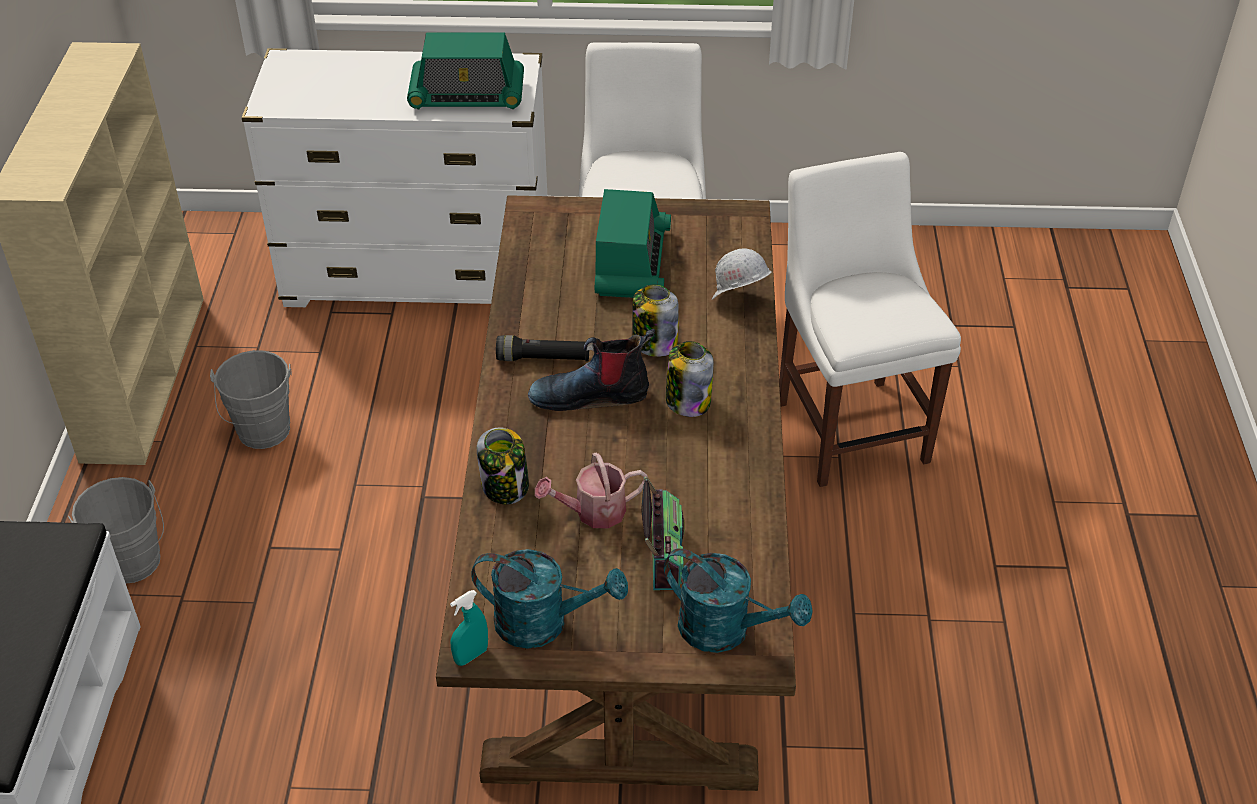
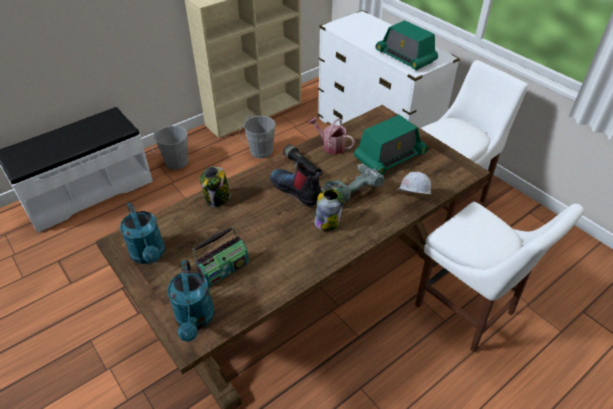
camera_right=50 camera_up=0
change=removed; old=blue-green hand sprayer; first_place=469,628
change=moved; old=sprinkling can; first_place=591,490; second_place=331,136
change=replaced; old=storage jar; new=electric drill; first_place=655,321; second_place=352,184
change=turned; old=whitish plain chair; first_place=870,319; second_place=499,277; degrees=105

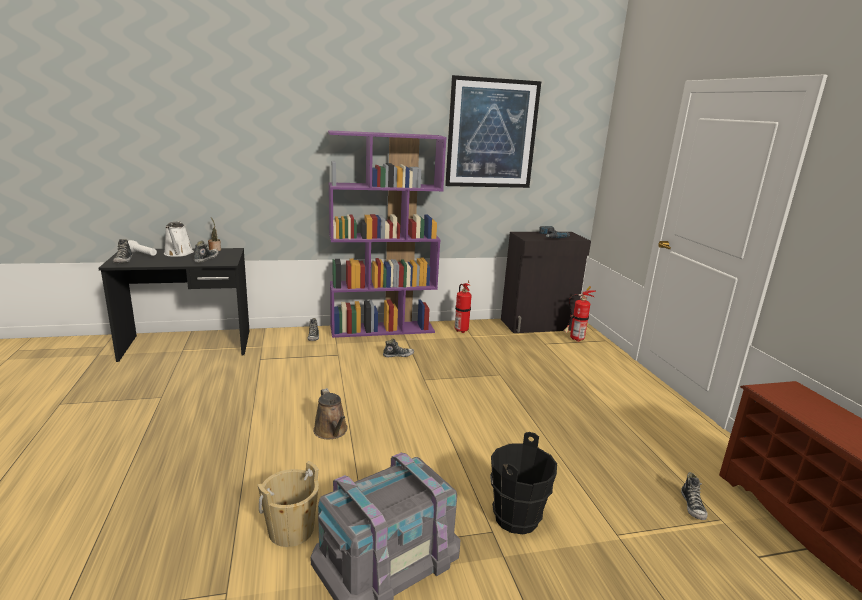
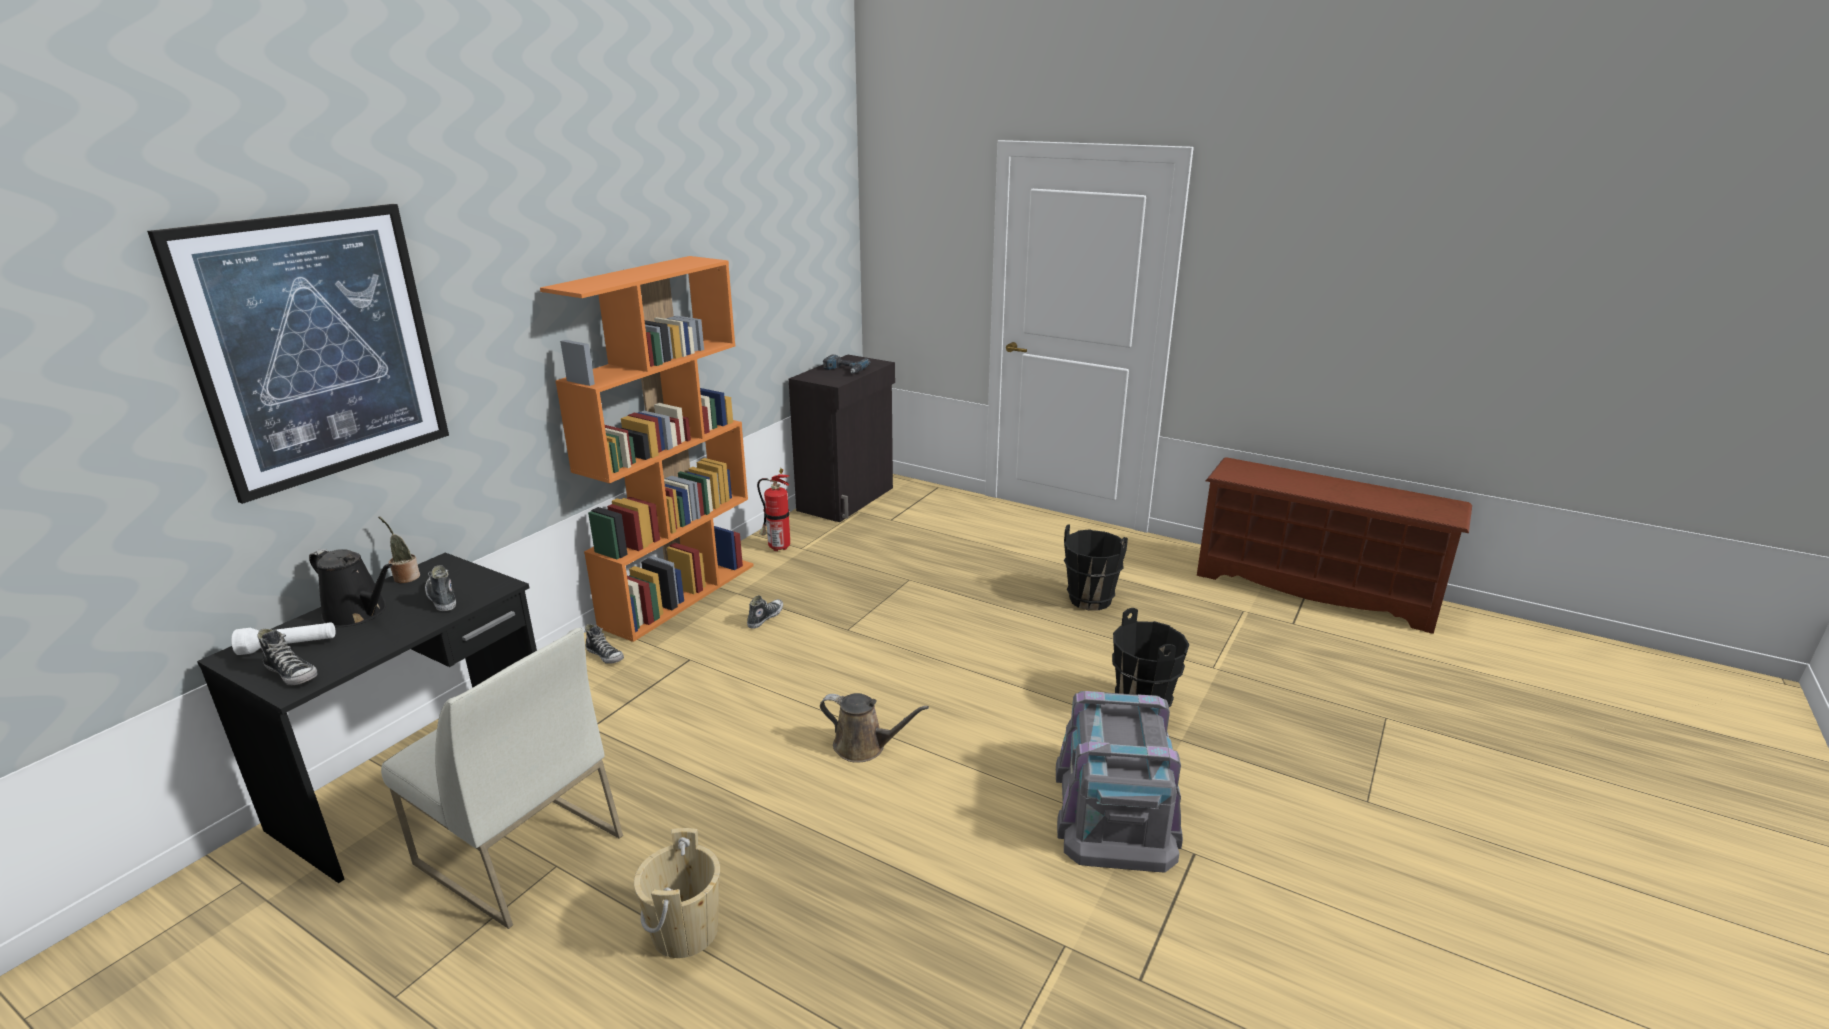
camera_right=-45 camera_up=5
change=removed; old=fire extinguisher; first_place=580,314
change=removed; old=low shoe; first_place=694,496
change=added; new=whitish plain chair; second_place=502,778
change=added; new=black-coloured bucket; second_place=1096,567
change=moved; old=beige bucket; first_place=288,504; second_place=677,893
change=moved; old=picture; first_place=493,131; second_place=298,354
change=recoloured; old=whitish sprinkling can; new=black-coloured sprinkling can; first_place=179,239; second_place=351,588
change=recoloured; old=purple shelving unit; new=orange shelving unit; first_place=387,234; second_place=647,449

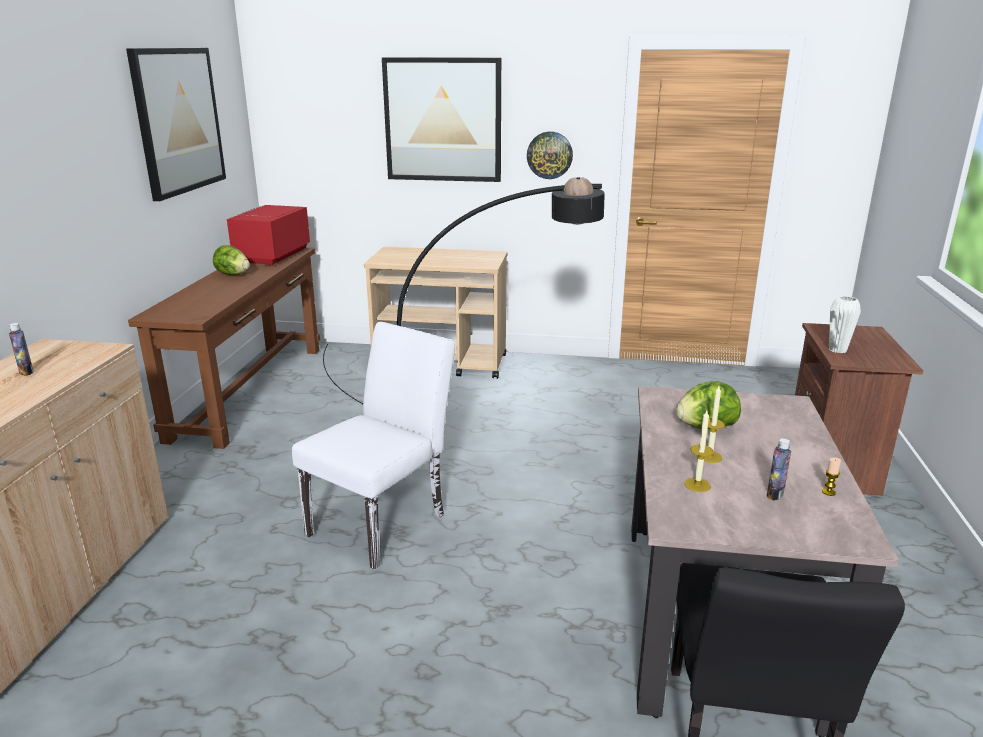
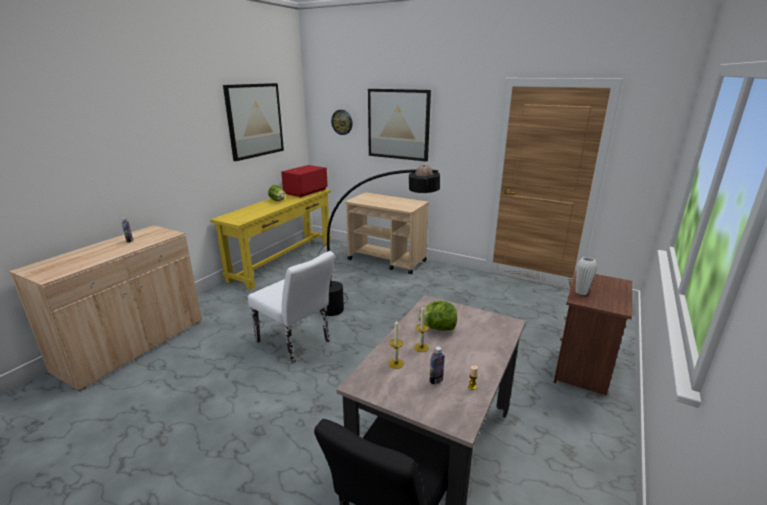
camera_right=20 camera_up=0
change=moved; old=wall clock; first_place=550,155; second_place=342,122
change=recoloured; old=brown-coloured hall table; new=yellow hall table; first_place=224,348; second_place=270,239
change=turned; old=whitish plain chair; first_place=373,445; second_place=291,307; degrees=75

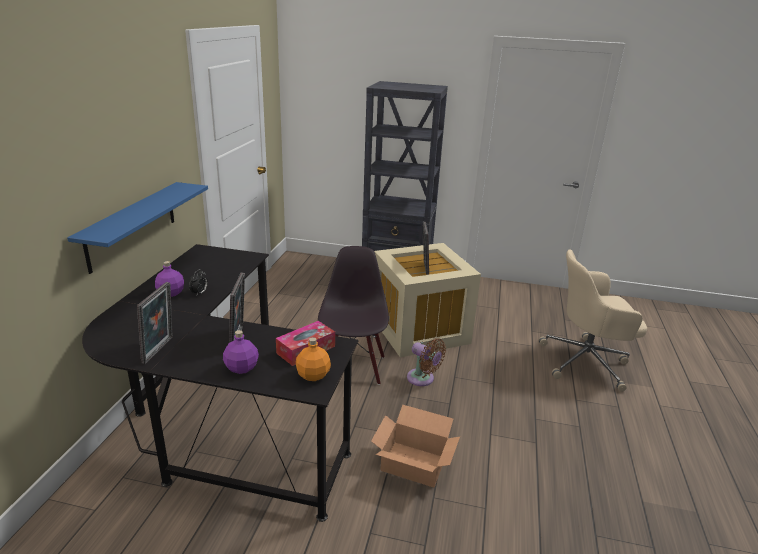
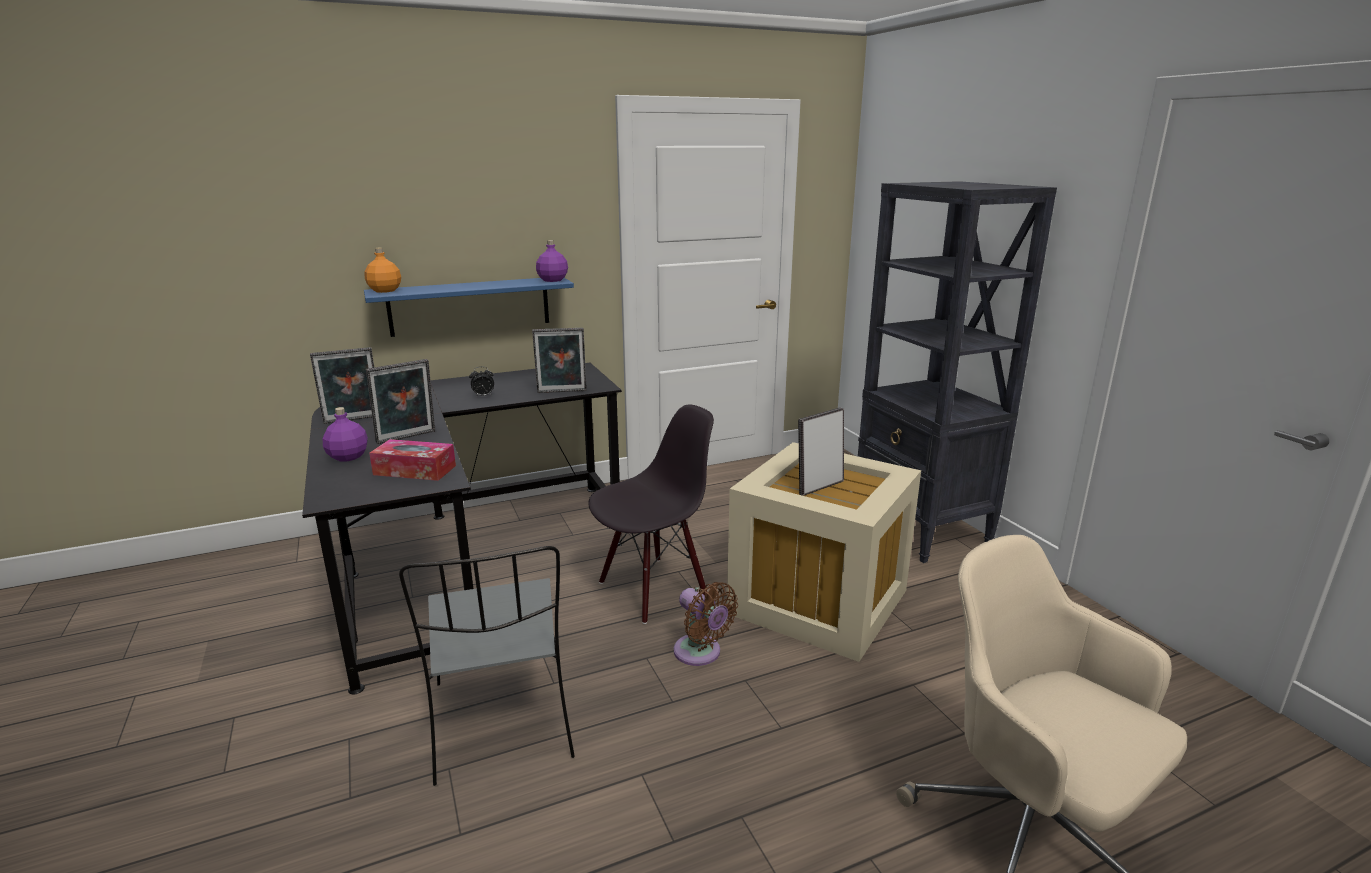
camera_right=55 camera_up=-5
change=added; new=picture frame; second_place=559,360
change=moved; old=purple drink bottle; first_place=169,279; second_place=552,261
change=moved; old=orange drink bottle; first_place=313,359; second_place=382,270
change=replaced; old=carton; new=gray plain chair; first_place=415,446; second_place=487,666
change=turned; old=brown-coloured cooling fan; first_place=426,362; second_place=706,624; degrees=-45

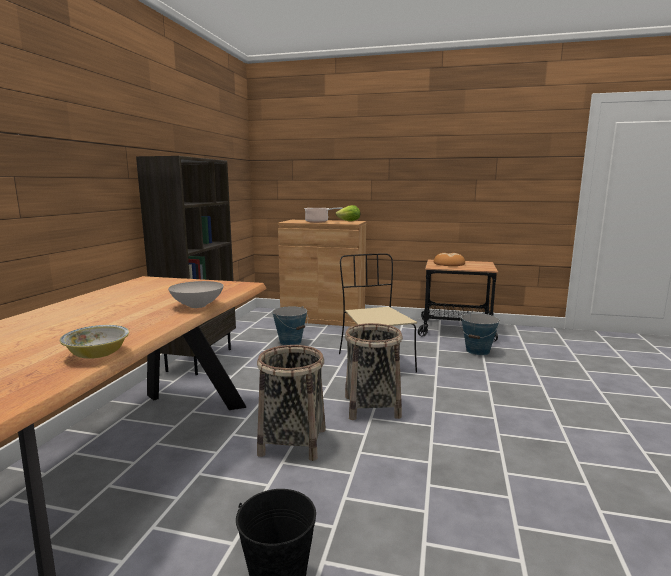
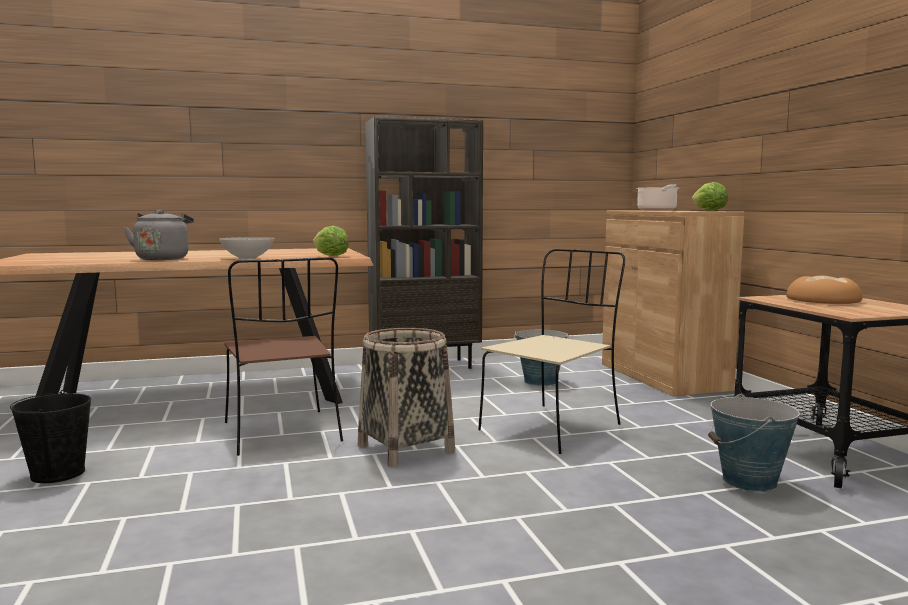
camera_right=60 camera_up=-5
change=removed; old=bowl; first_place=94,342
change=added; new=gray kettle; second_place=159,235
change=added; new=lettuce head; second_place=331,241
change=replaced; old=storage basket; new=brown-coloured plain chair; first_place=291,403; second_place=283,356

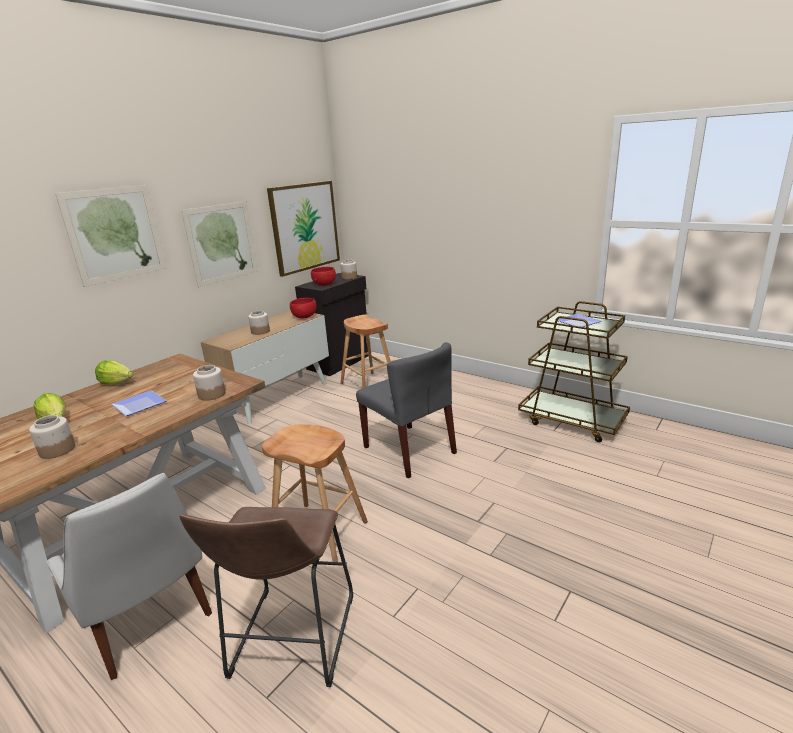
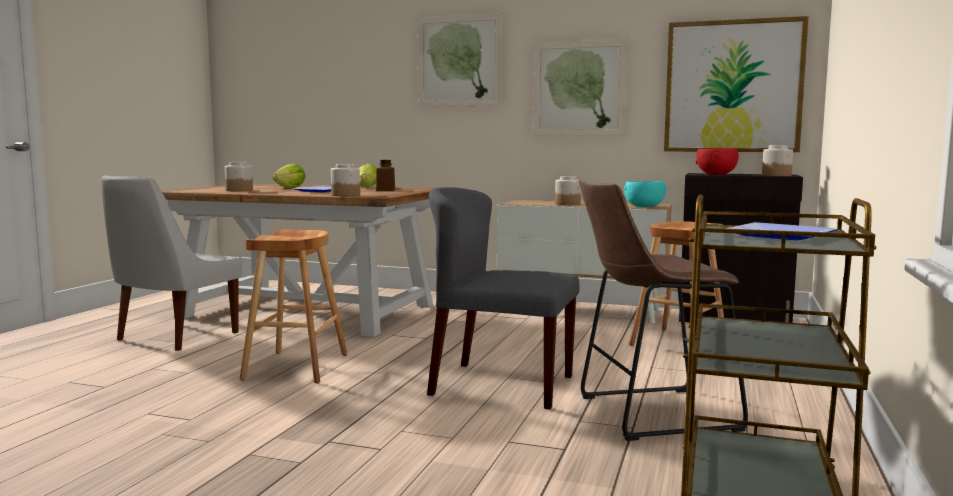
camera_right=70 camera_up=-15
change=added; new=brown-coloured storage jar; second_place=385,175
change=moved; old=brown-coloured stool; first_place=266,597; second_place=663,310
change=recoloured; old=reddish bowl; new=blue-green bowl; first_place=303,308; second_place=645,194
change=turned; old=gray plain chair; first_place=406,410; second_place=503,298; degrees=75

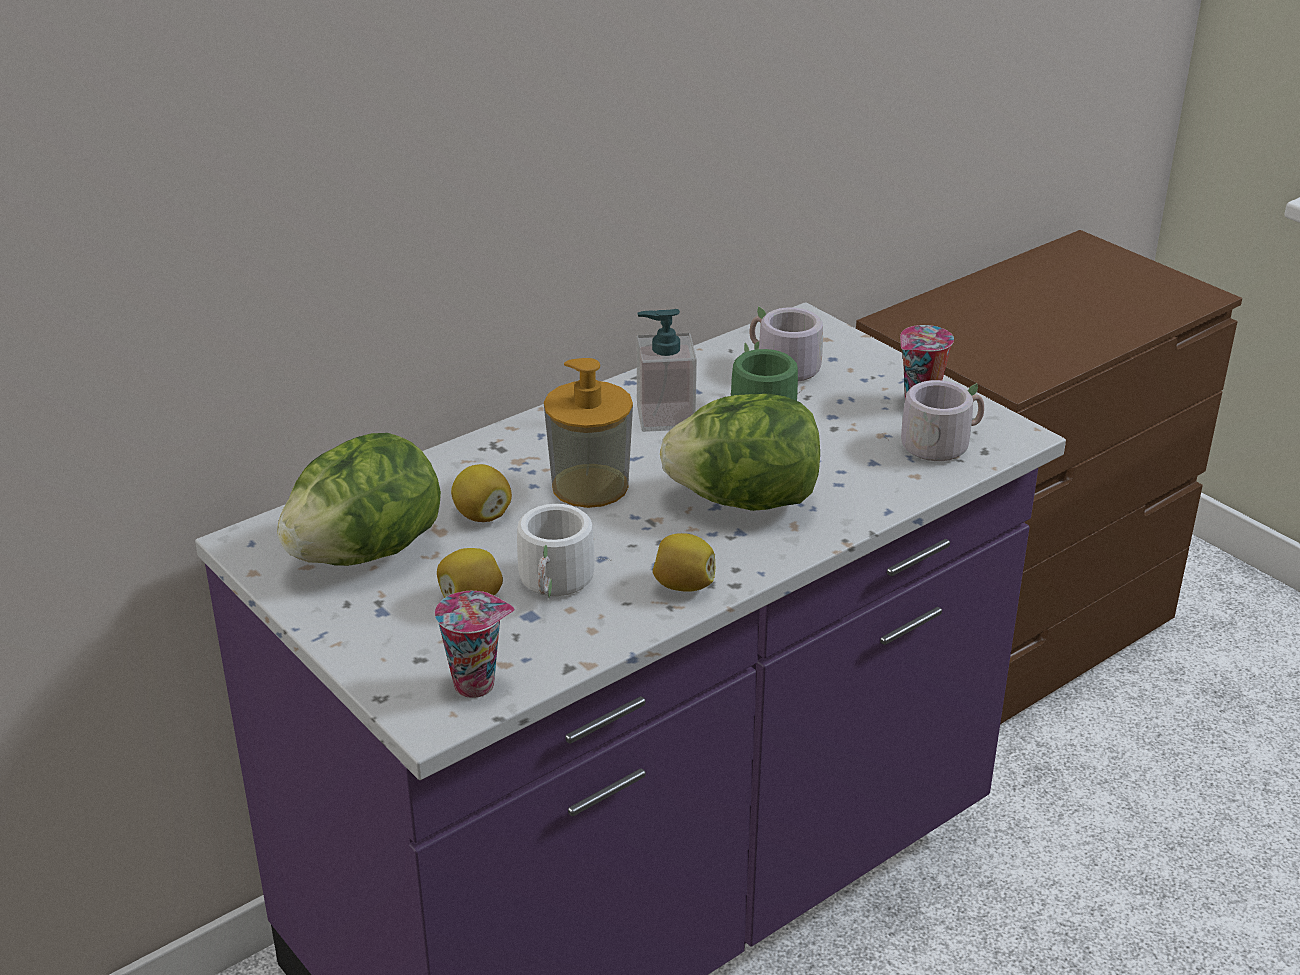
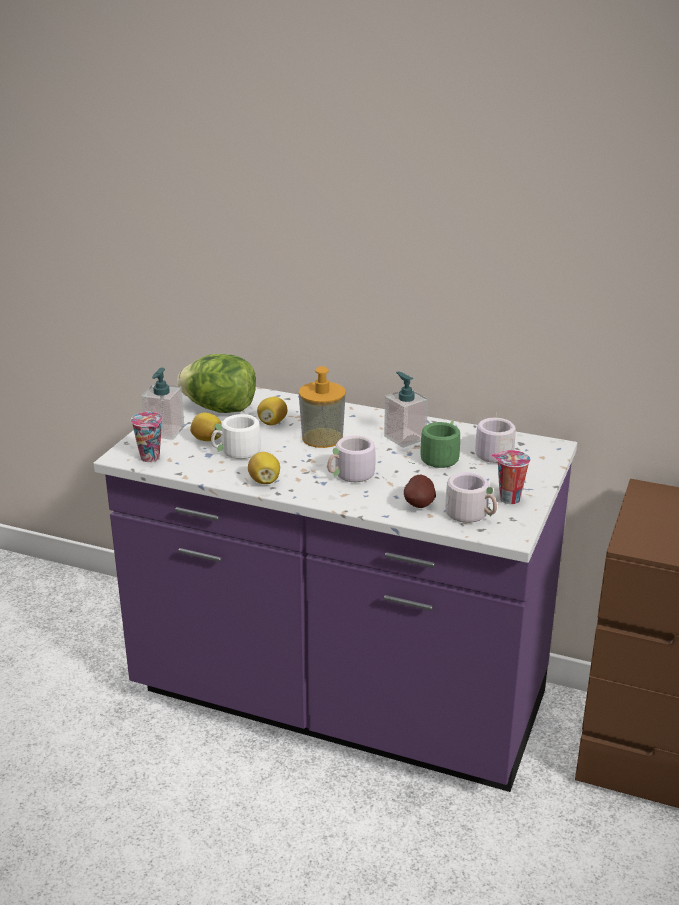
camera_right=60 camera_up=-5
change=added; new=soap bottle; second_place=163,404
change=added; new=spud; second_place=420,491
change=replaced; old=lettuce head; new=gray tea mug; first_place=740,452; second_place=356,458

